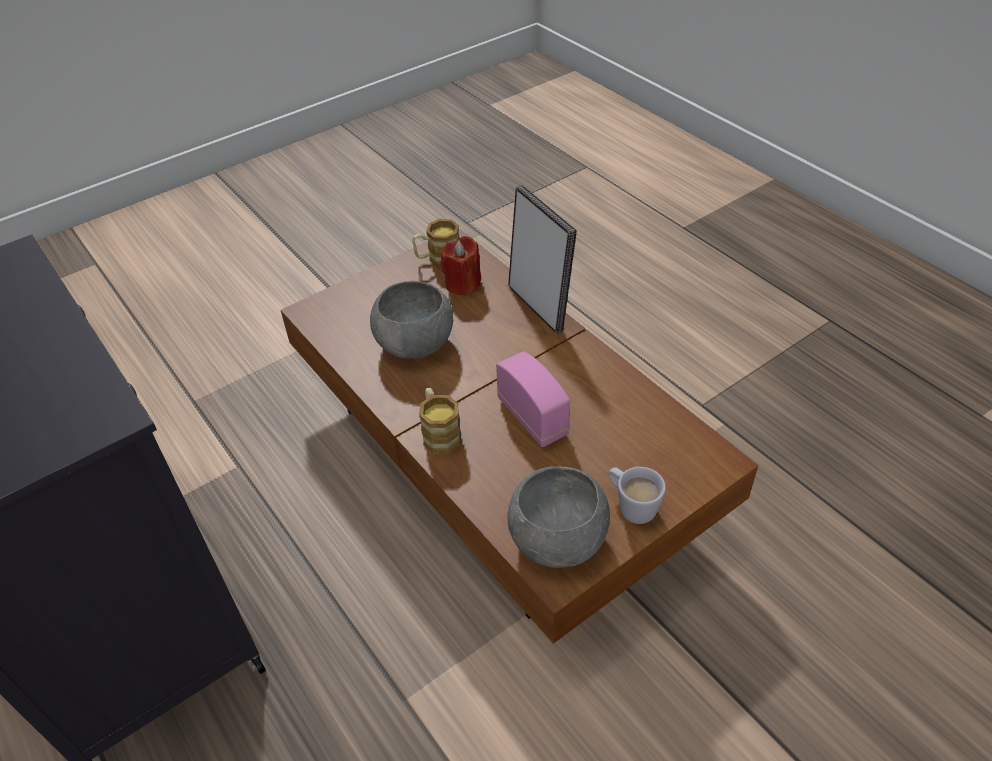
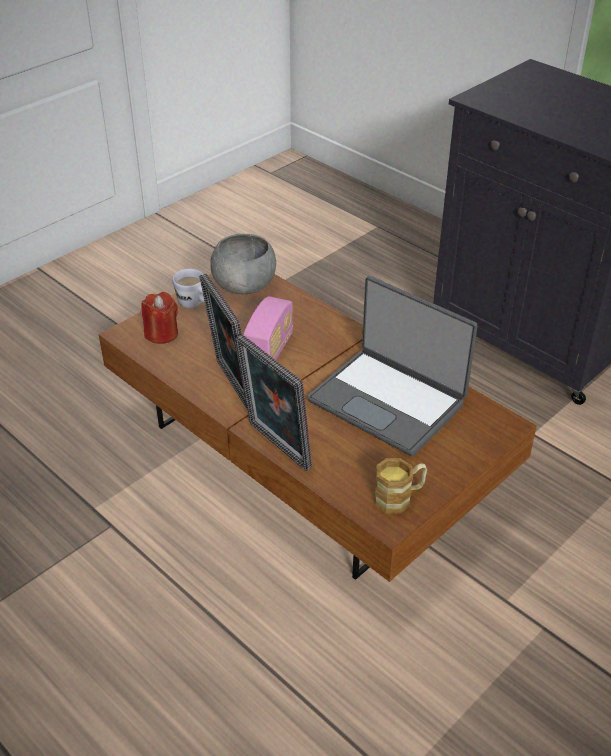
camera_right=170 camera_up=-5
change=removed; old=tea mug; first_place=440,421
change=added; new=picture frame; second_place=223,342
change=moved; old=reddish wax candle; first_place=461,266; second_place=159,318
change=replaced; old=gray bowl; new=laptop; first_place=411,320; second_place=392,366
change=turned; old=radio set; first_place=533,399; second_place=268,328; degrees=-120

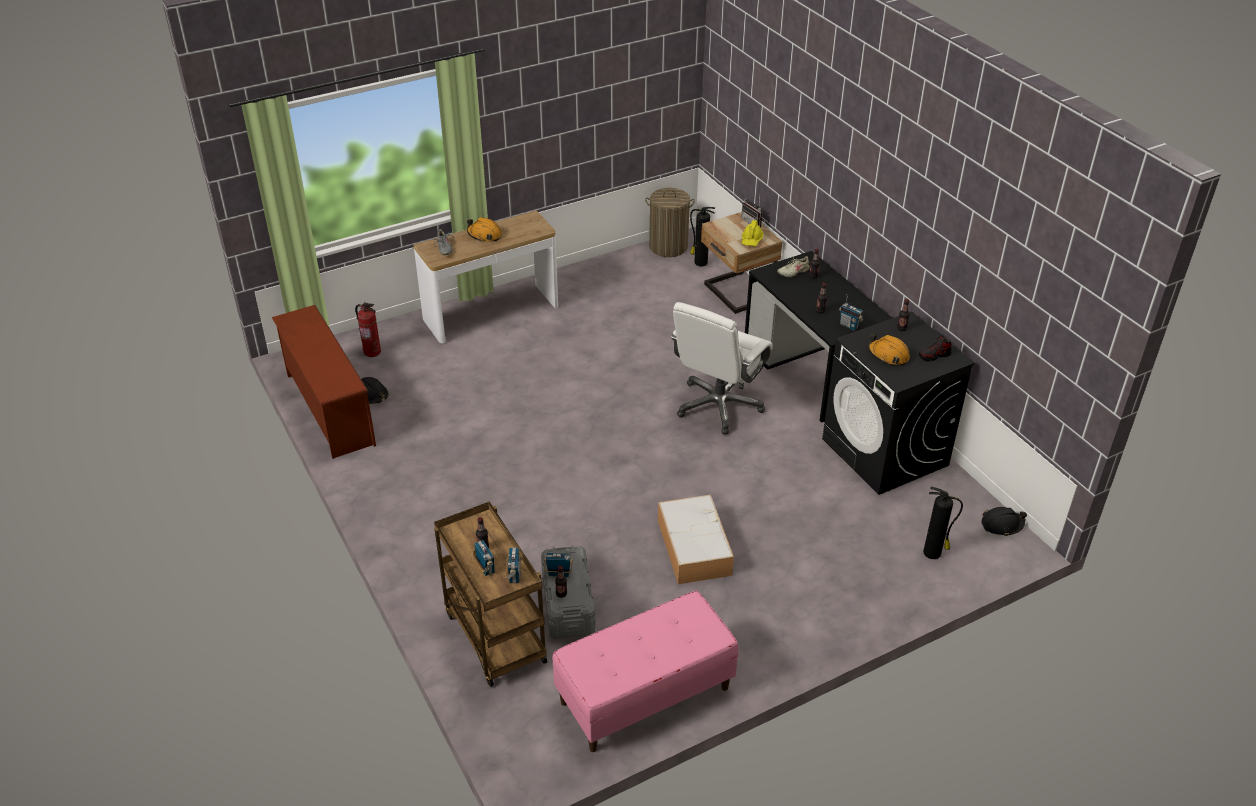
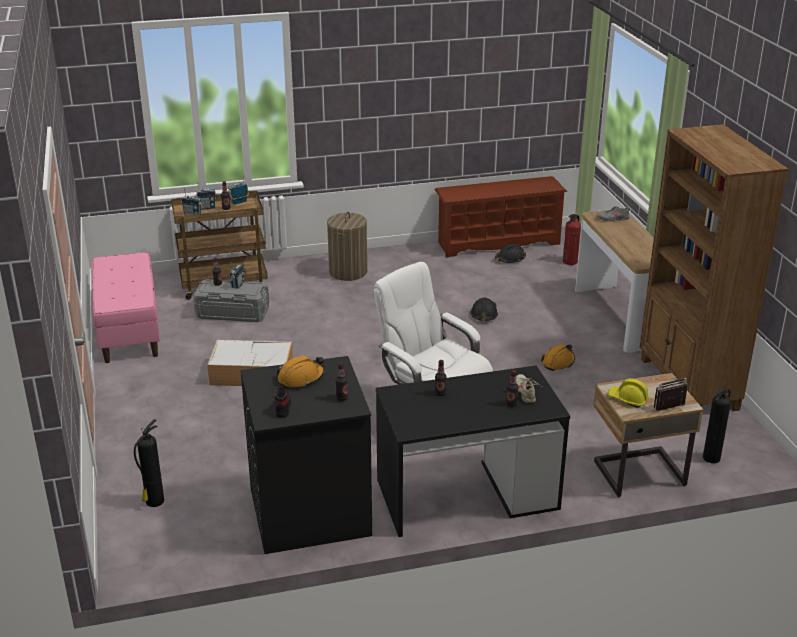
camera_right=105 camera_up=-10
change=added; new=brown-coloured shelving unit; second_place=714,267
change=moved; old=orange safety helmet; first_place=484,229; second_place=558,357
change=moved; old=washing basket; first_place=670,222; second_place=347,246
change=moved; old=radio set; first_place=851,312; second_place=238,190
change=moved; old=black-coloured safety helmet; first_place=1004,521; second_place=484,309

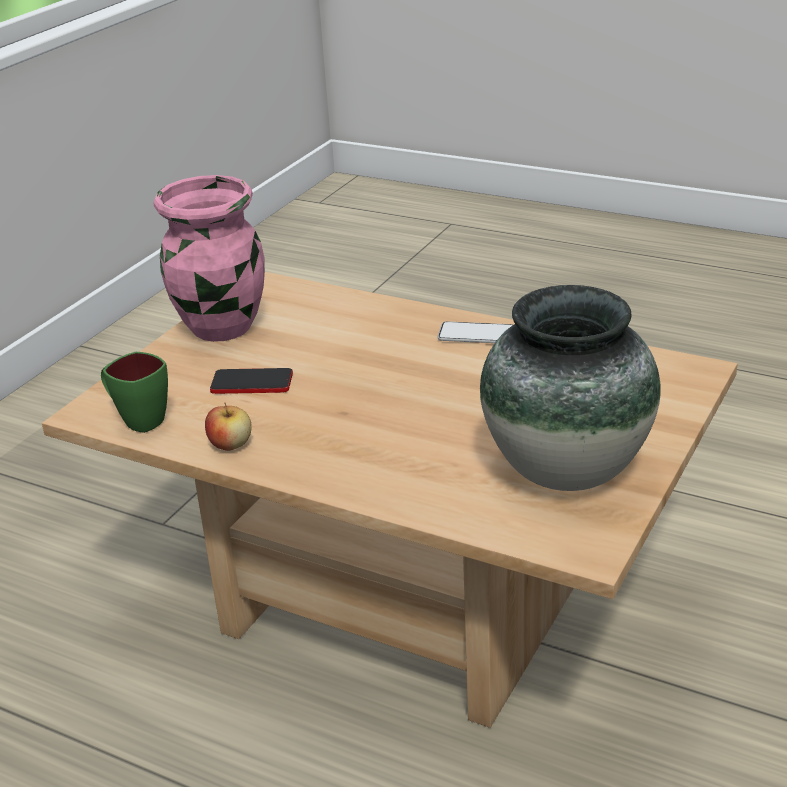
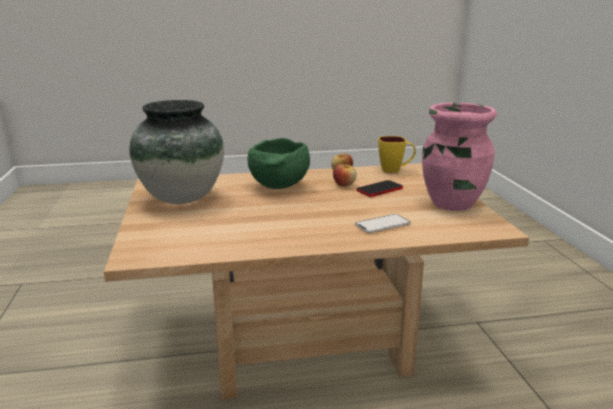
camera_right=140 camera_up=-10
change=added; new=greenish bowl; second_place=279,163
change=added; new=apple fruit; second_place=345,174
change=moved; old=phone; first_place=475,332; second_place=383,223
change=recoloured; old=greenish tea mug; new=yellow tea mug; first_place=134,392; second_place=397,154

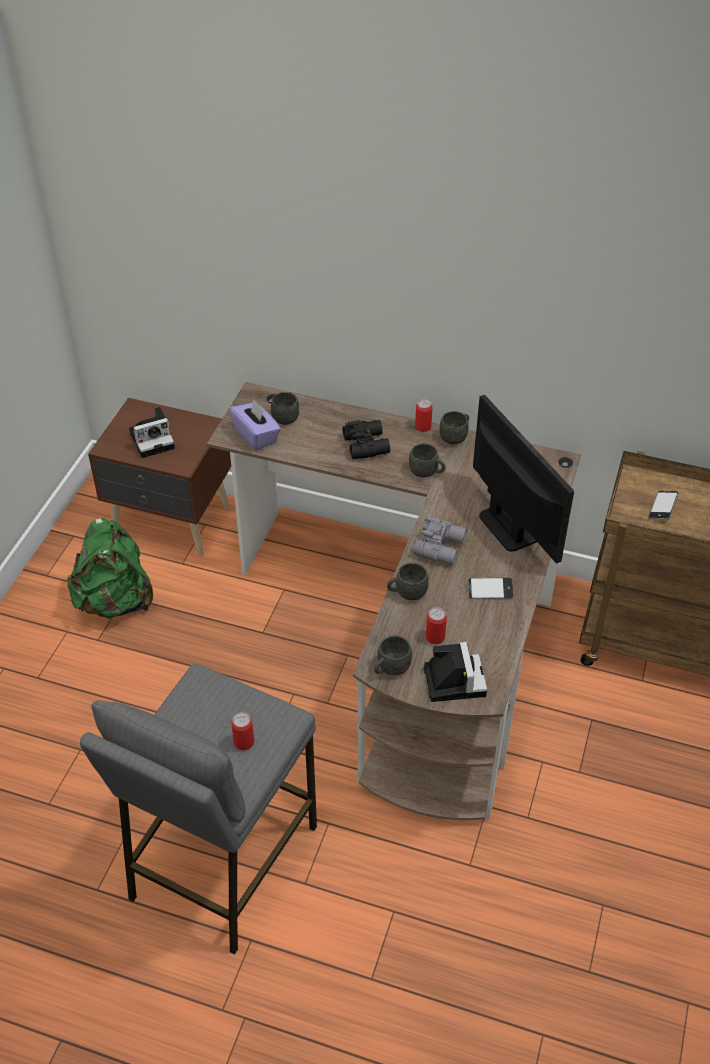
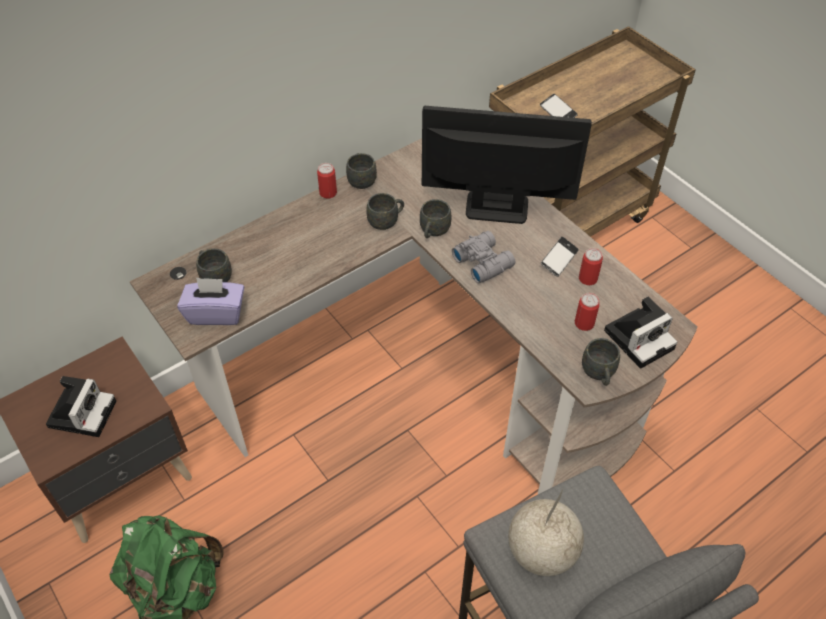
camera_right=-55 camera_up=5
change=removed; old=black-coloured field glasses; first_place=366,439
change=added; new=globe; second_place=546,531
change=moved; old=can; first_place=242,731; second_place=591,266
change=moved; old=gray tea mug; first_place=408,581; second_place=436,218
change=turned; old=still camera; first_place=455,672; second_place=640,333; degrees=120

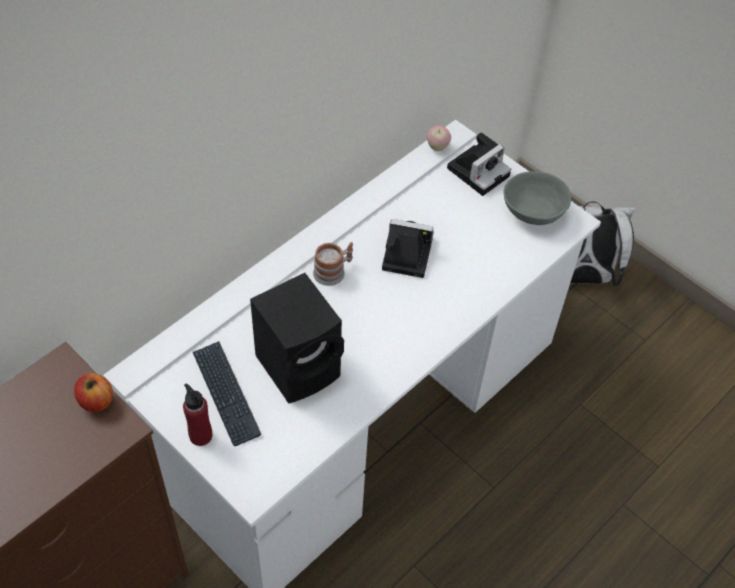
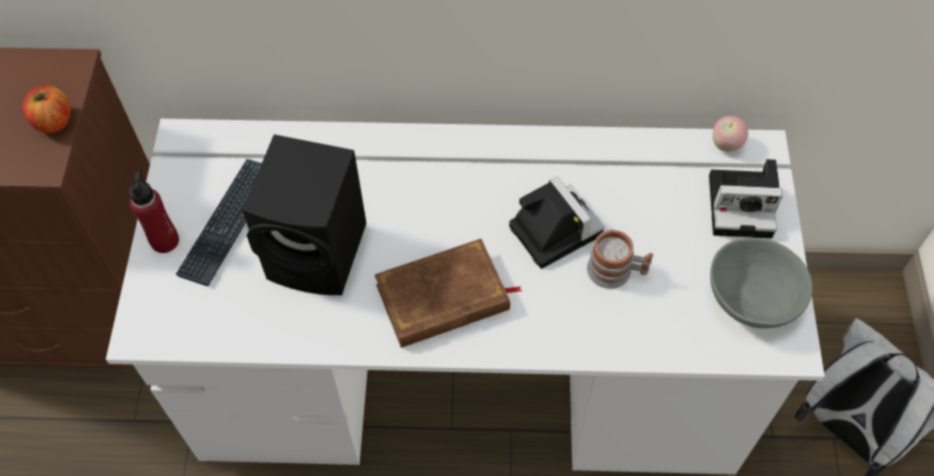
camera_right=50 camera_up=5
change=added; new=brown-coloured book; second_place=448,293
change=moved; old=tea mug; first_place=333,264; second_place=620,259

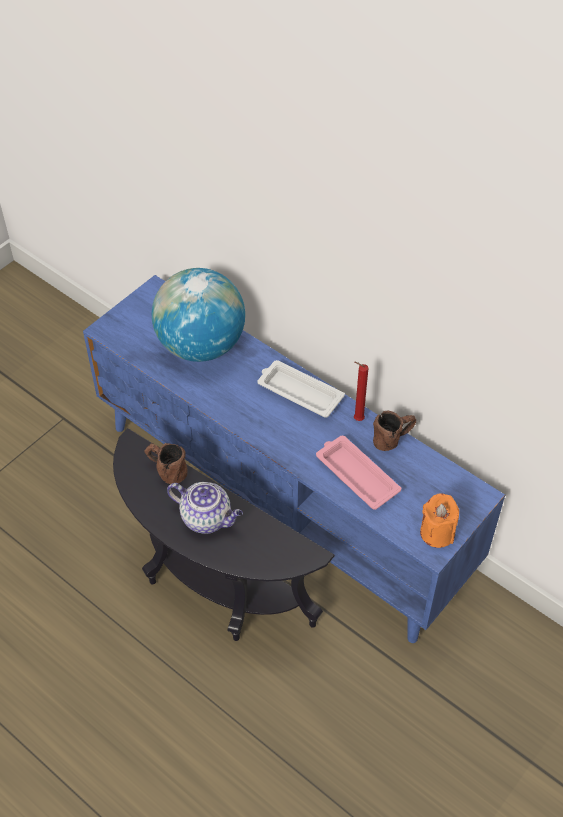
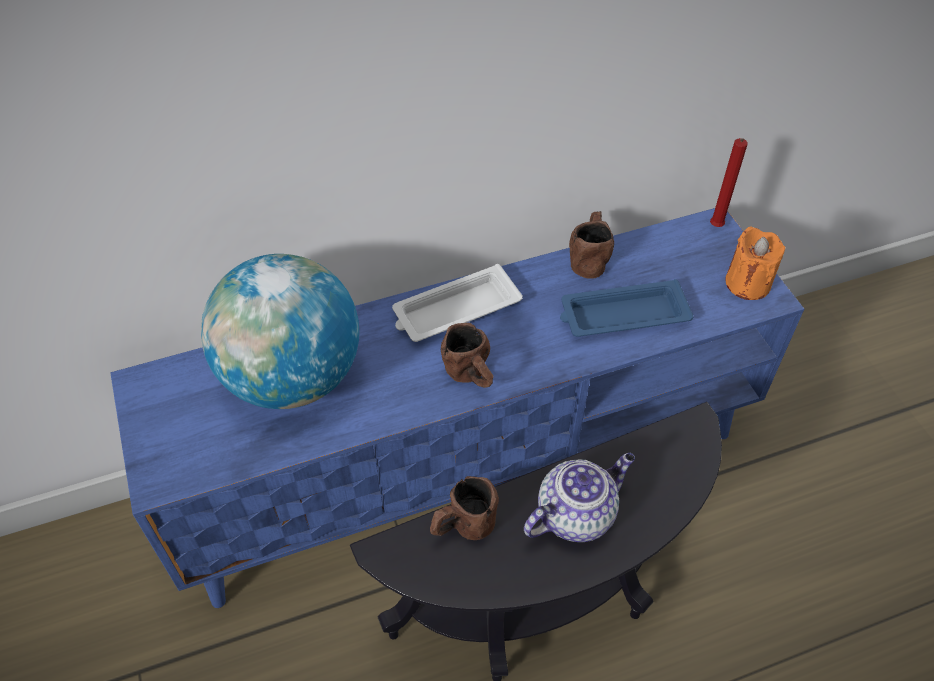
camera_right=-60 camera_up=0
change=added; new=brown-coloured tea mug; second_place=467,355
change=moved; old=reddish wax candle; first_place=361,391; second_place=729,182
change=recoloured; old=pink-coloured tray; new=blue tray; first_place=358,473; second_place=627,308

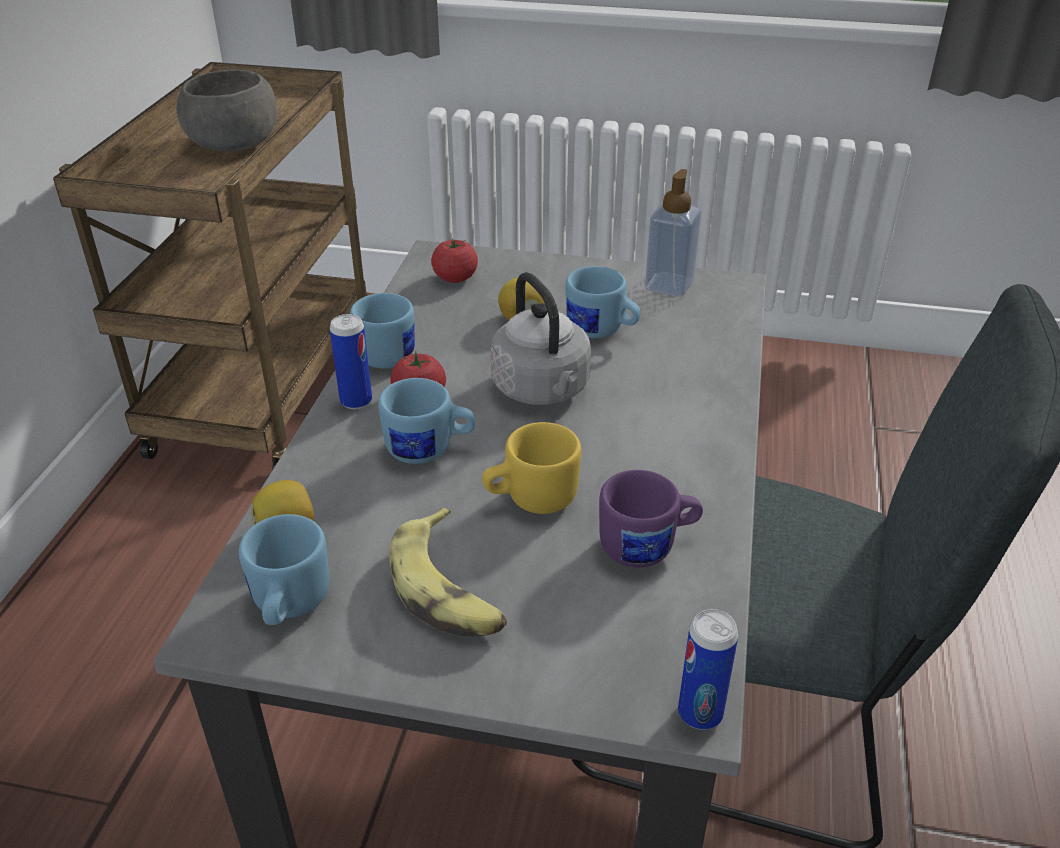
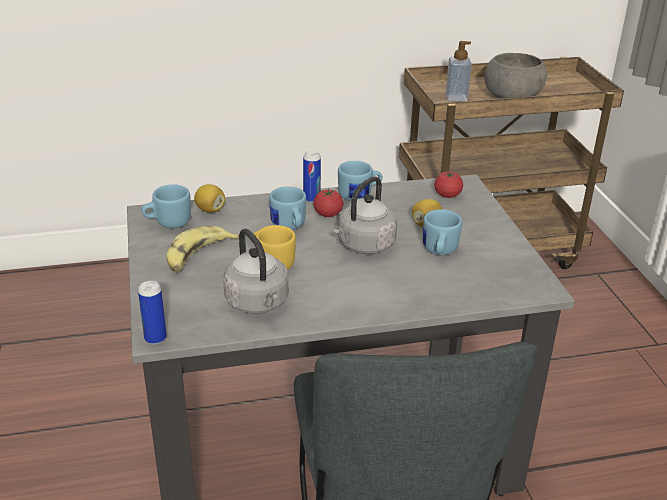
camera_right=65 camera_up=-5
change=moved; old=soap bottle; first_place=673,233; second_place=459,71
change=replaced; old=purple tea mug; new=gray kettle; first_place=651,519; second_place=256,271

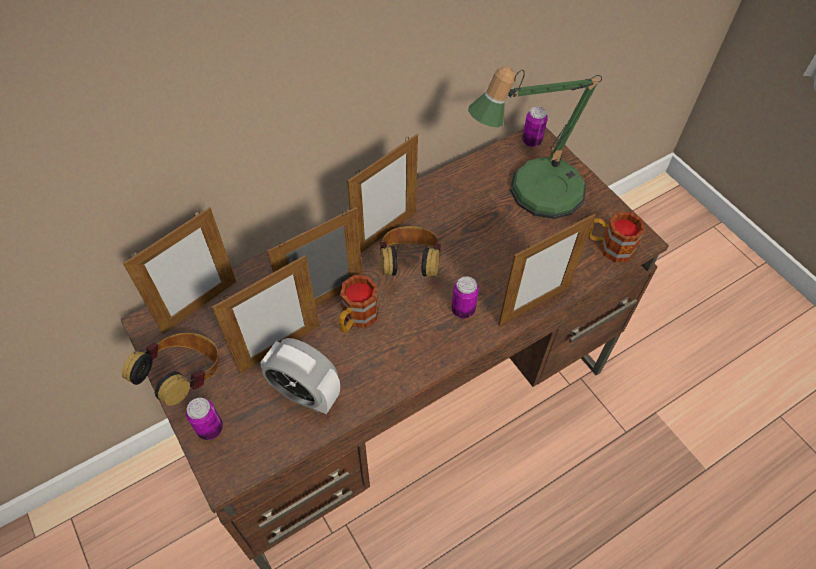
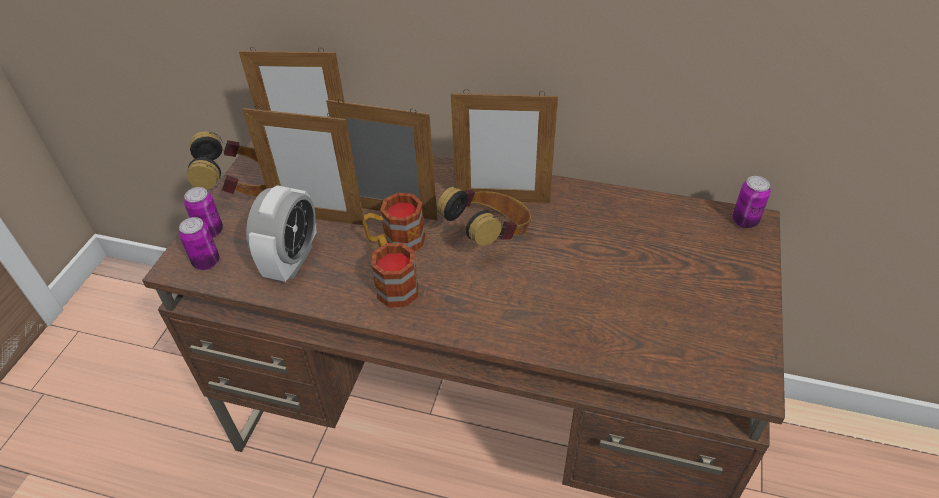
camera_right=50 camera_up=-10
change=removed; old=table lamp; first_place=535,142
change=removed; old=picture frame; first_place=547,270
change=moved; old=can; first_place=465,297; second_place=199,243
change=moved; old=tea mug; first_place=617,237; second_place=394,272
change=turned; old=bedside clock; first_place=300,376; second_place=281,233; degrees=-150

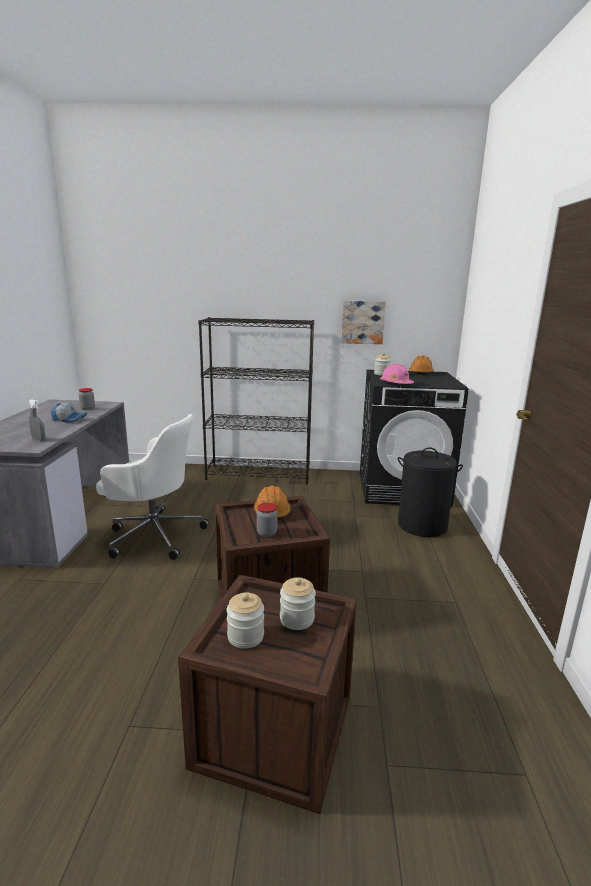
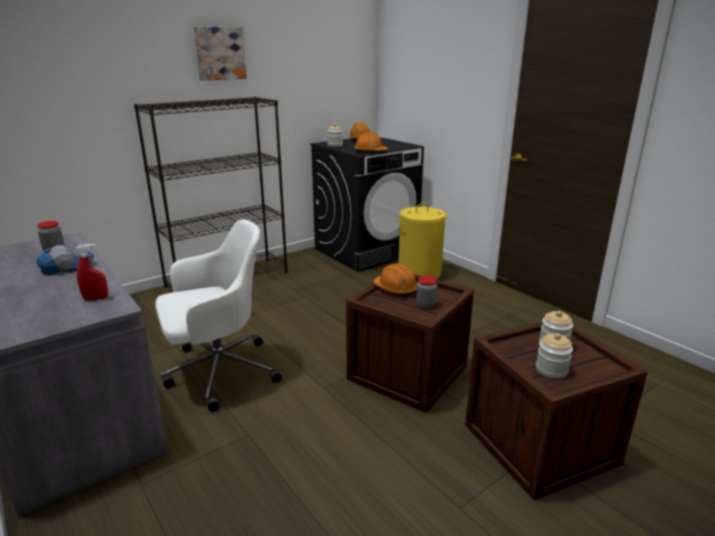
camera_right=-40 camera_up=5
change=moved; old=picture; first_place=363,322; second_place=220,53
change=recoloured; old=gray hand sprayer; new=reddish hand sprayer; first_place=36,420; second_place=91,272
change=recoloured; old=pink-coloured safety helmet; new=orange safety helmet; first_place=397,374; second_place=371,142
change=recoloured; old=black-coloured washing basket; new=yellow washing basket; first_place=430,492; second_place=422,241

